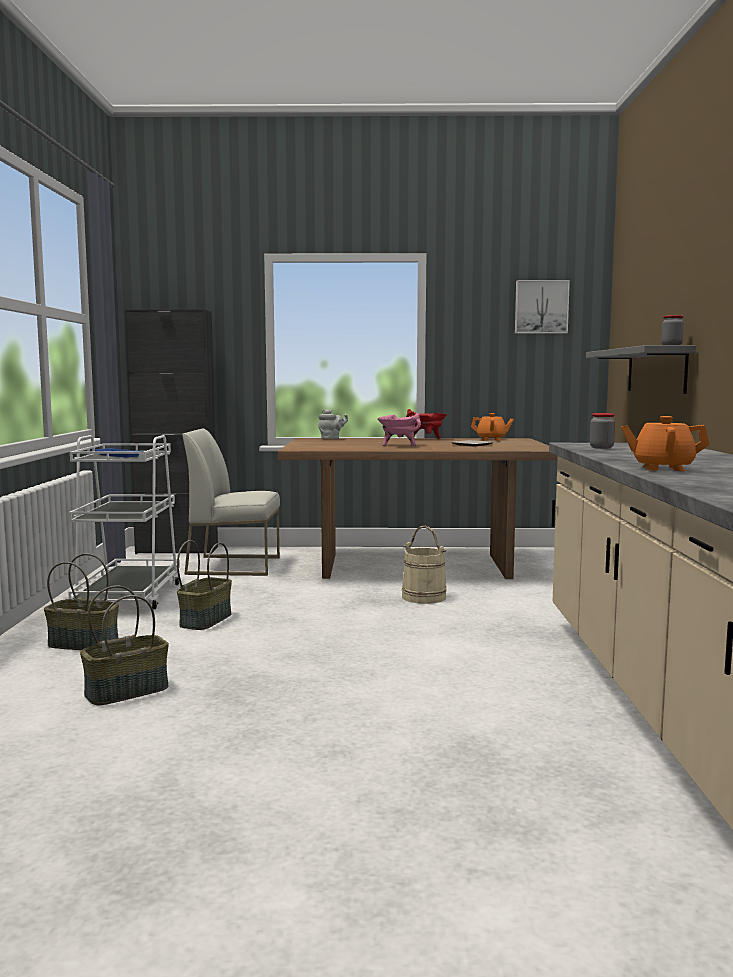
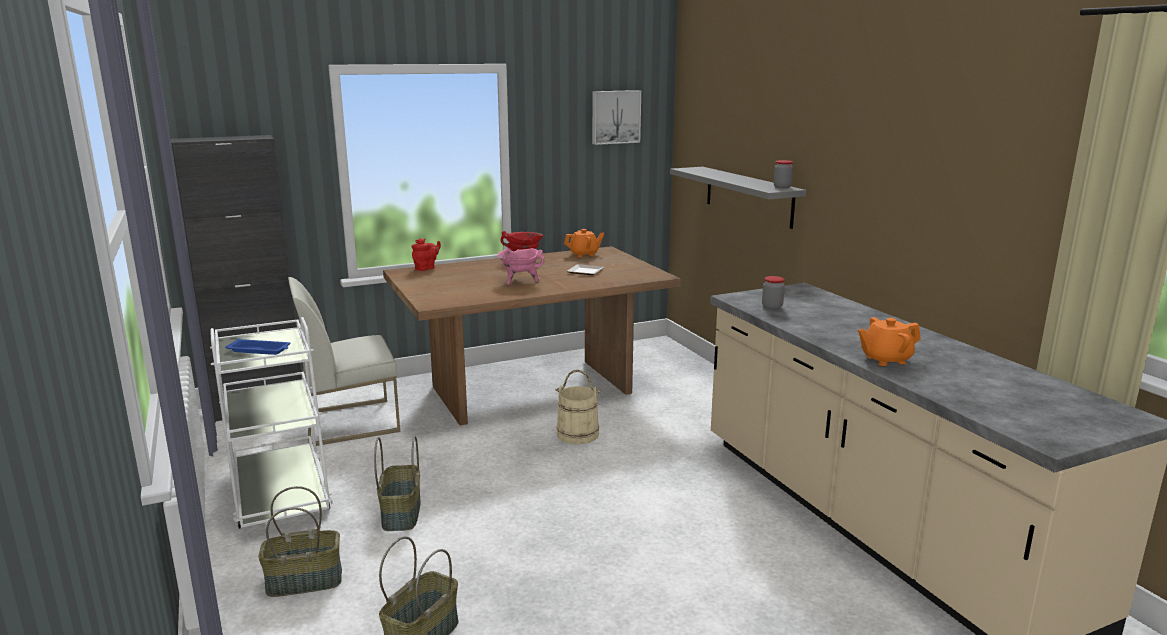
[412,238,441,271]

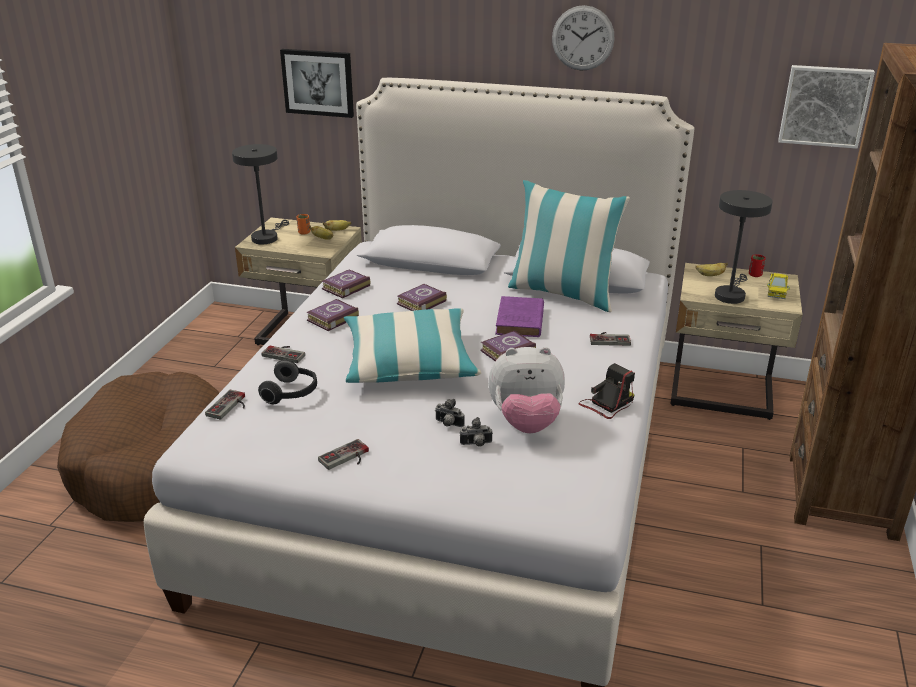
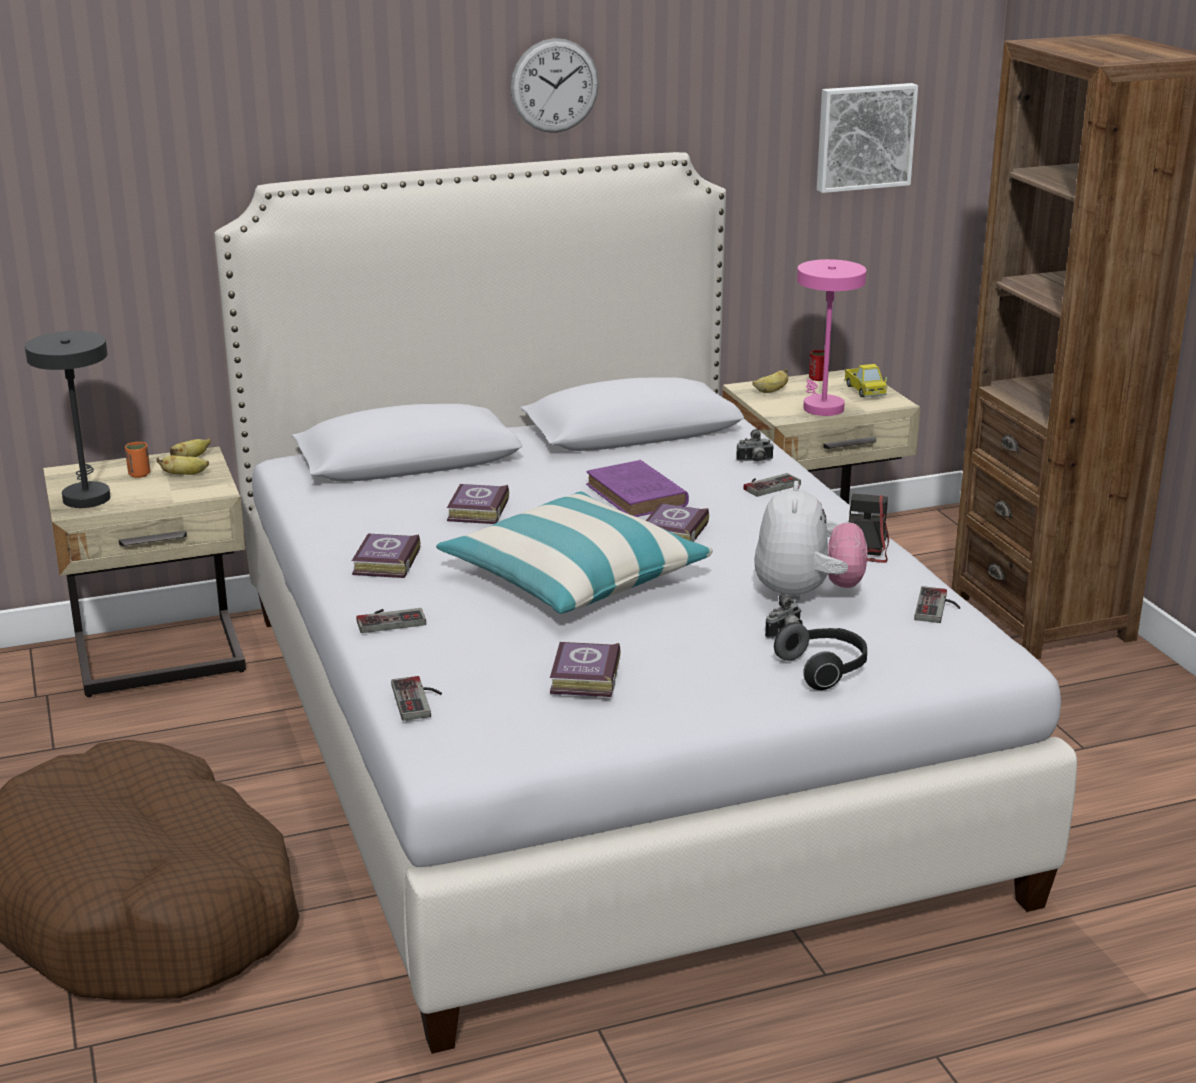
[550,642,621,697]
[736,429,774,462]
[754,481,867,604]
[774,622,867,690]
[797,259,867,416]
[914,586,961,623]
[280,49,354,118] (first image)
[508,180,630,312] (first image)

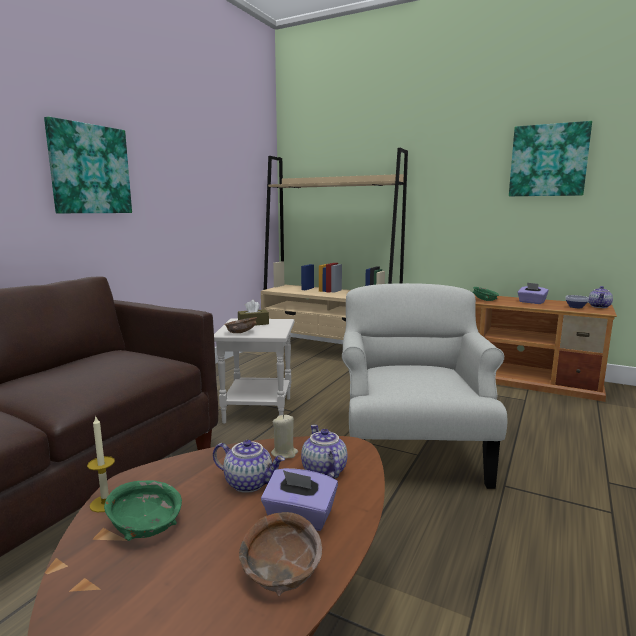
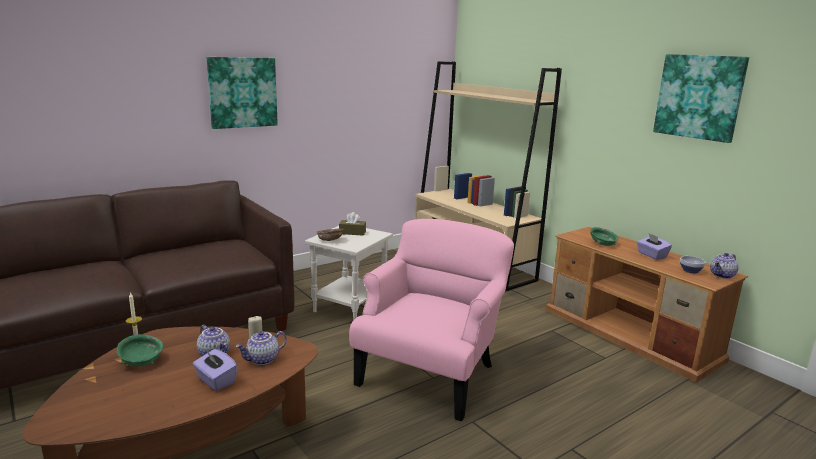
[235,331,287,365]
[349,219,514,422]
[239,512,322,596] (first image)

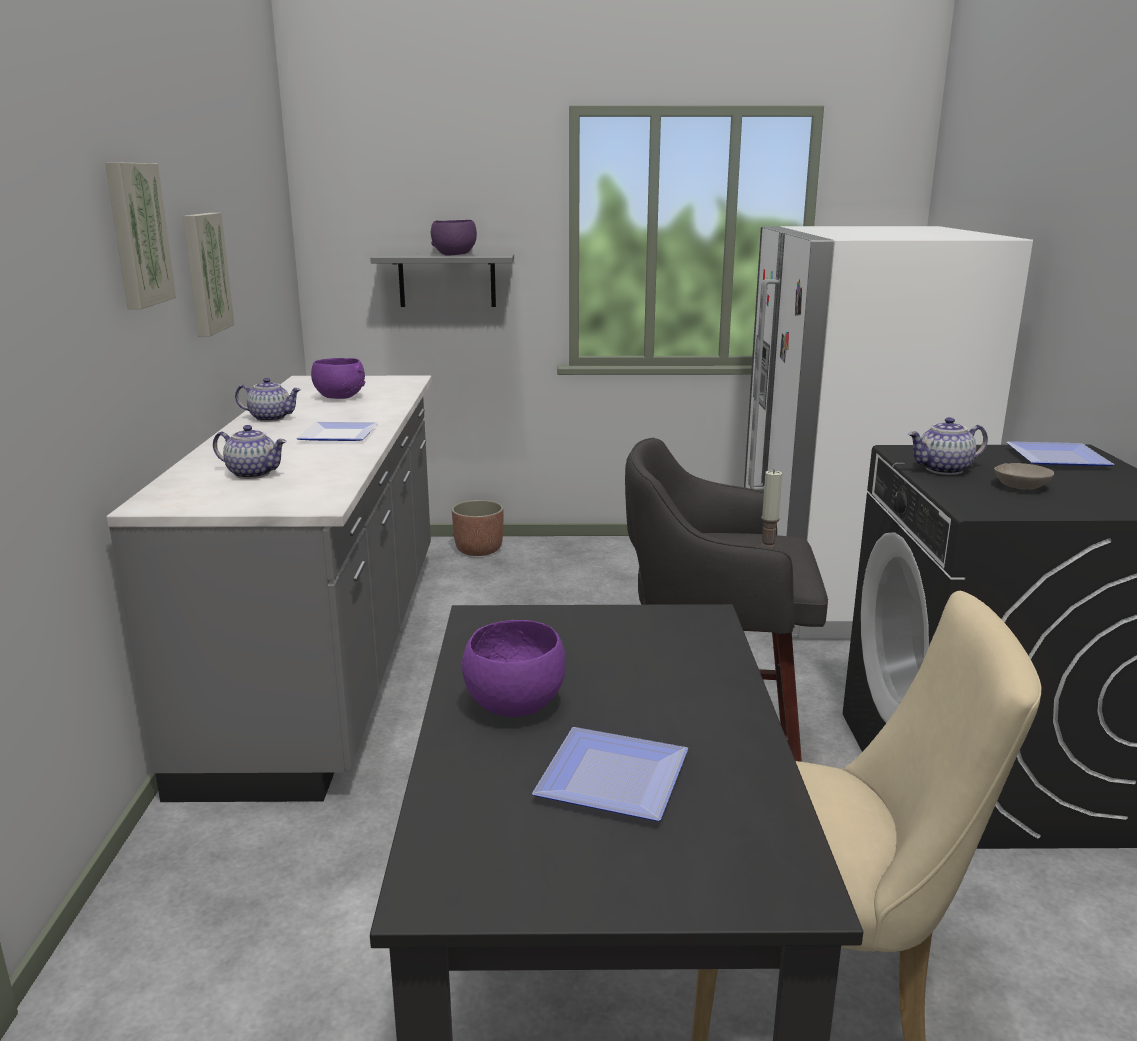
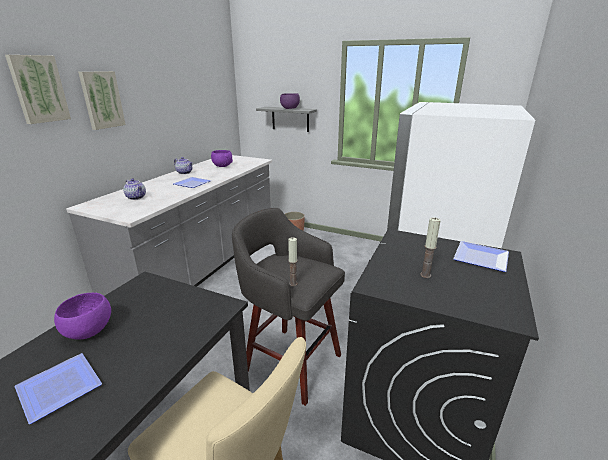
[5,55,71,124]
[420,217,441,278]
[908,417,988,475] (first image)

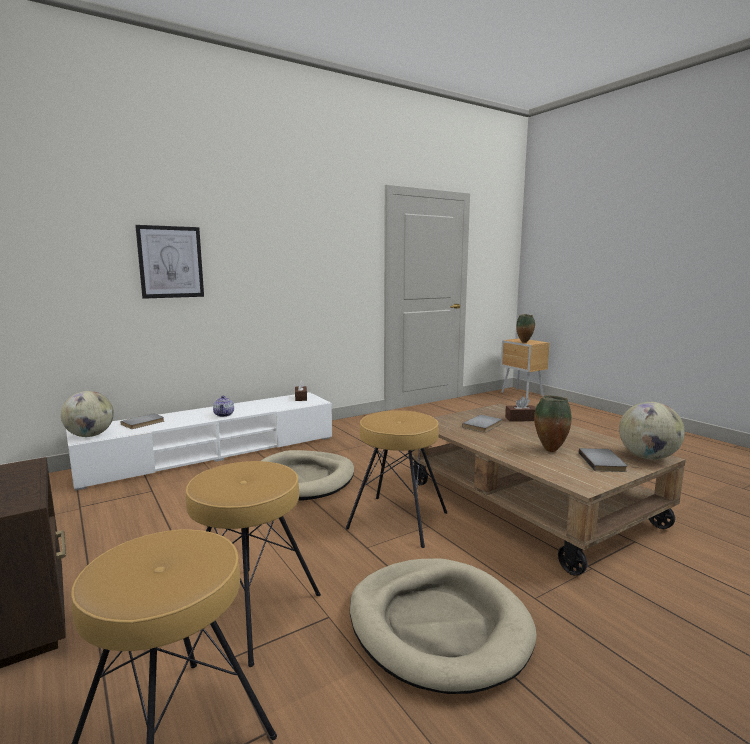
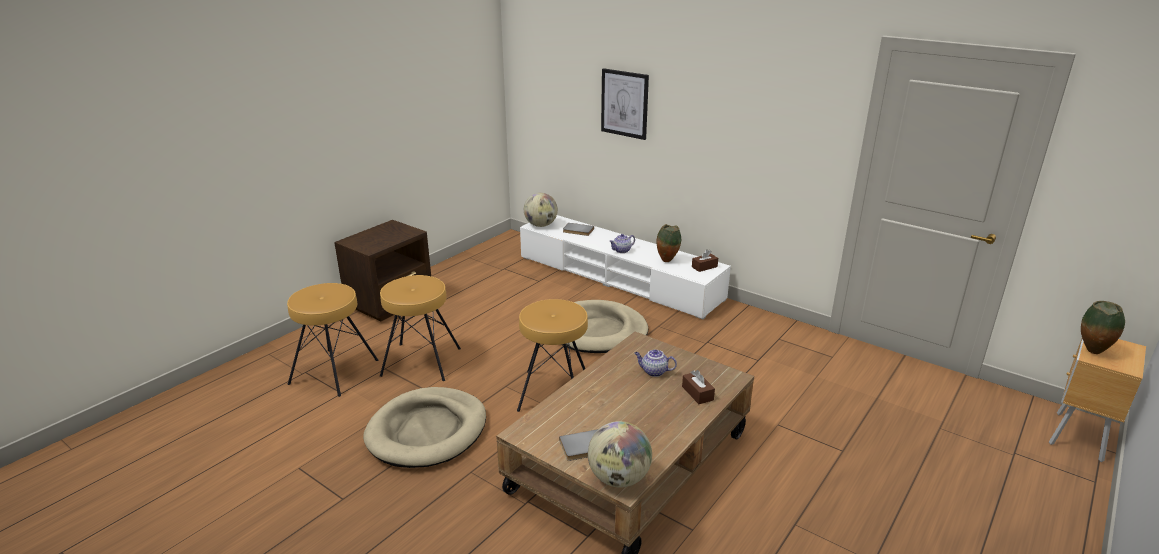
[634,350,677,377]
[657,224,681,262]

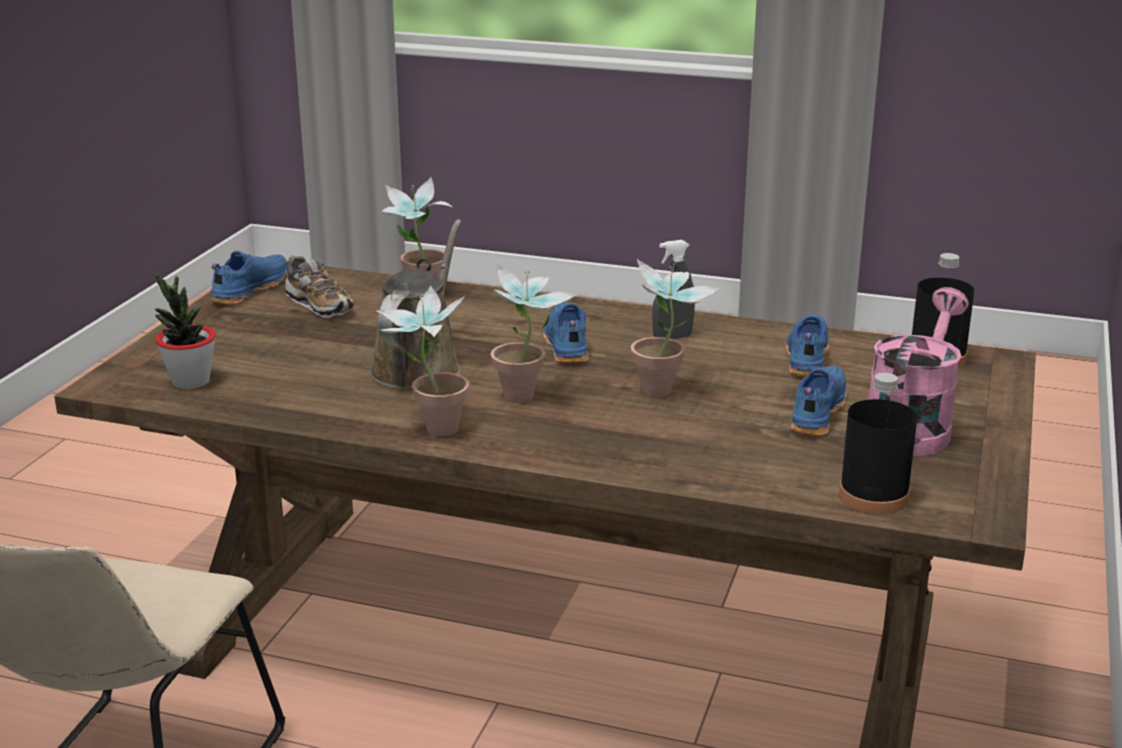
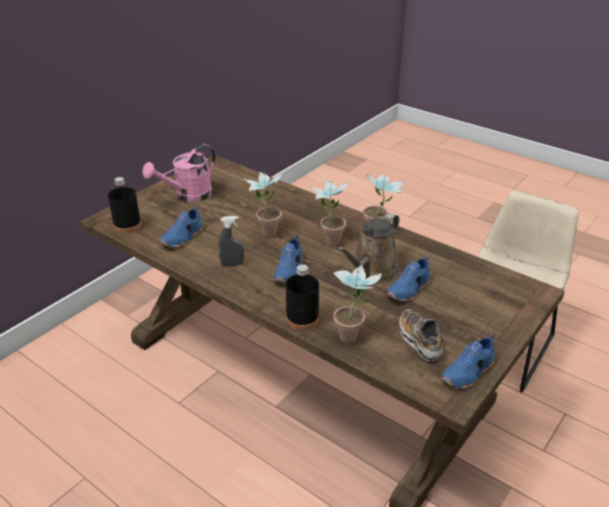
[286,264,319,330]
[387,255,430,302]
[155,273,216,389] (first image)

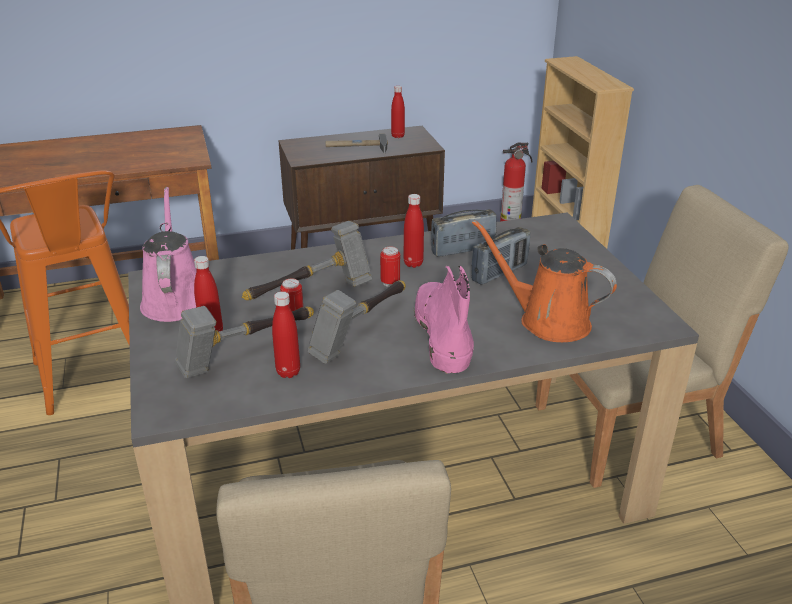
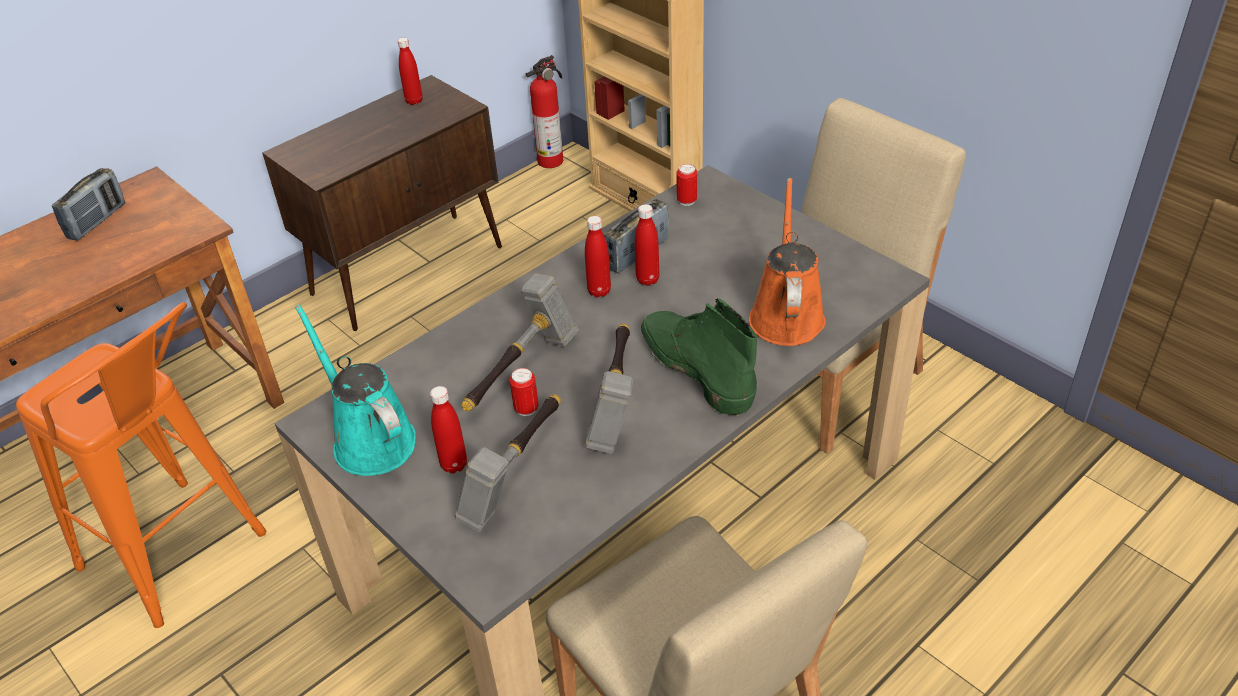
[52,168,125,241]
[295,305,416,476]
[635,204,659,286]
[641,298,757,416]
[676,164,697,206]
[749,178,826,346]
[325,133,388,153] (first image)

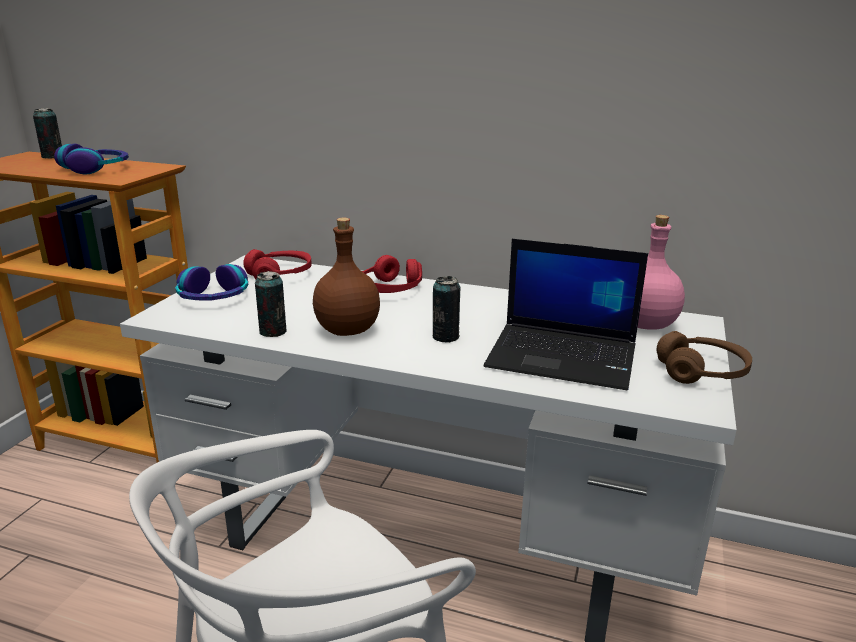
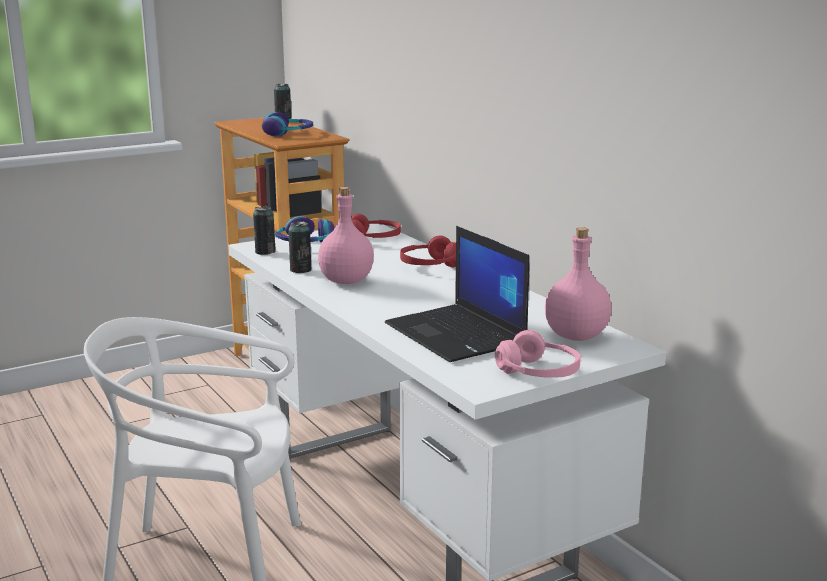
[253,206,276,255]
[318,187,374,284]
[495,330,581,378]

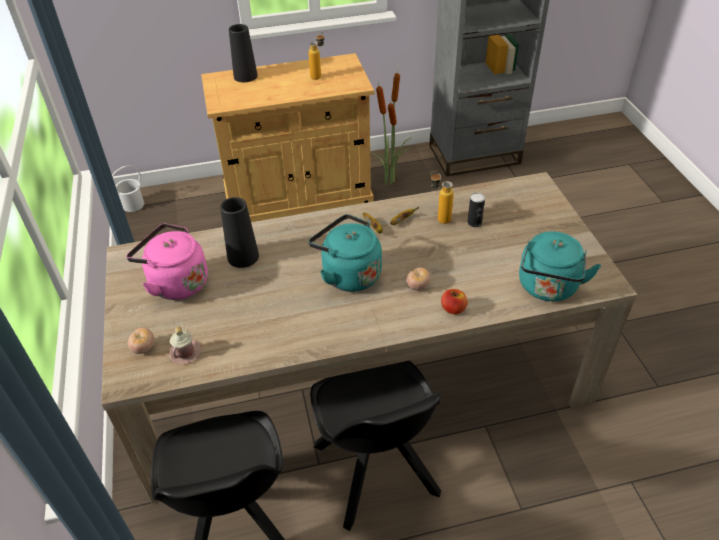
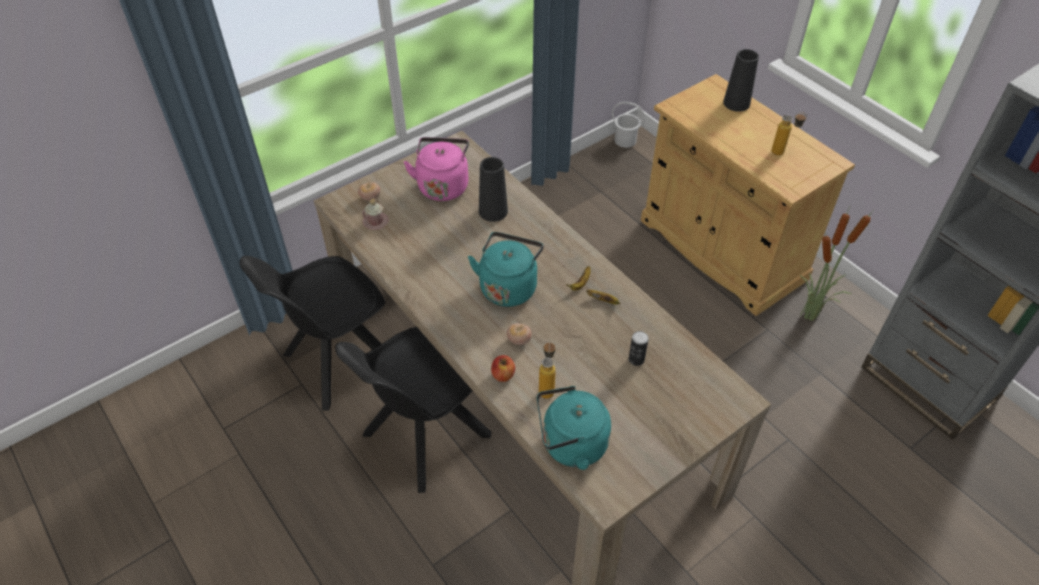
[539,340,556,399]

